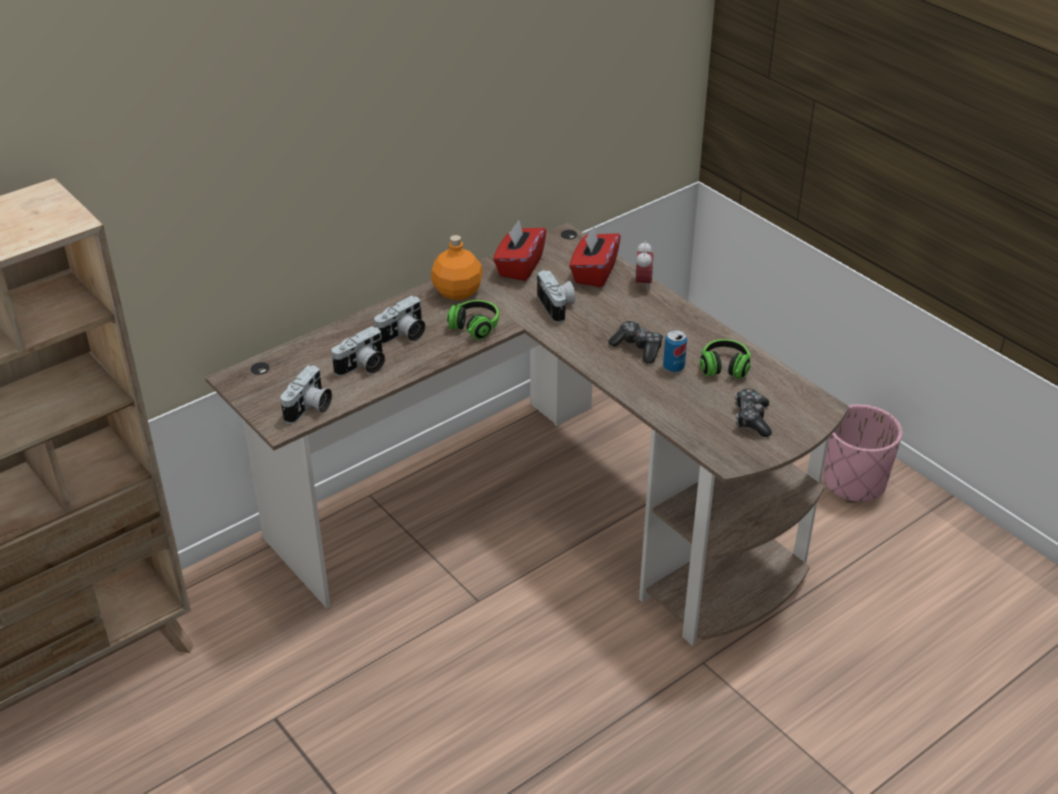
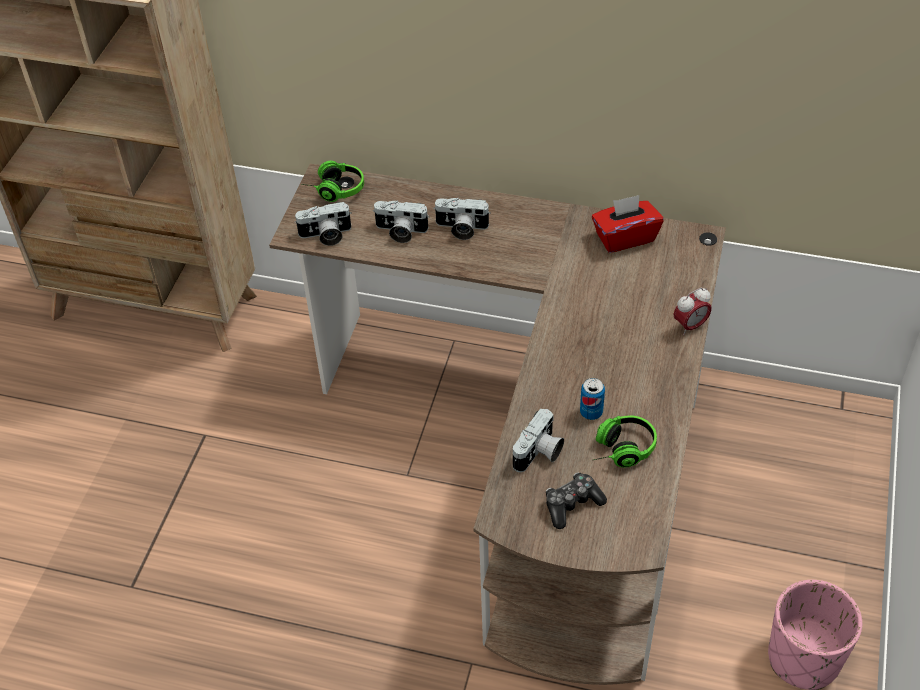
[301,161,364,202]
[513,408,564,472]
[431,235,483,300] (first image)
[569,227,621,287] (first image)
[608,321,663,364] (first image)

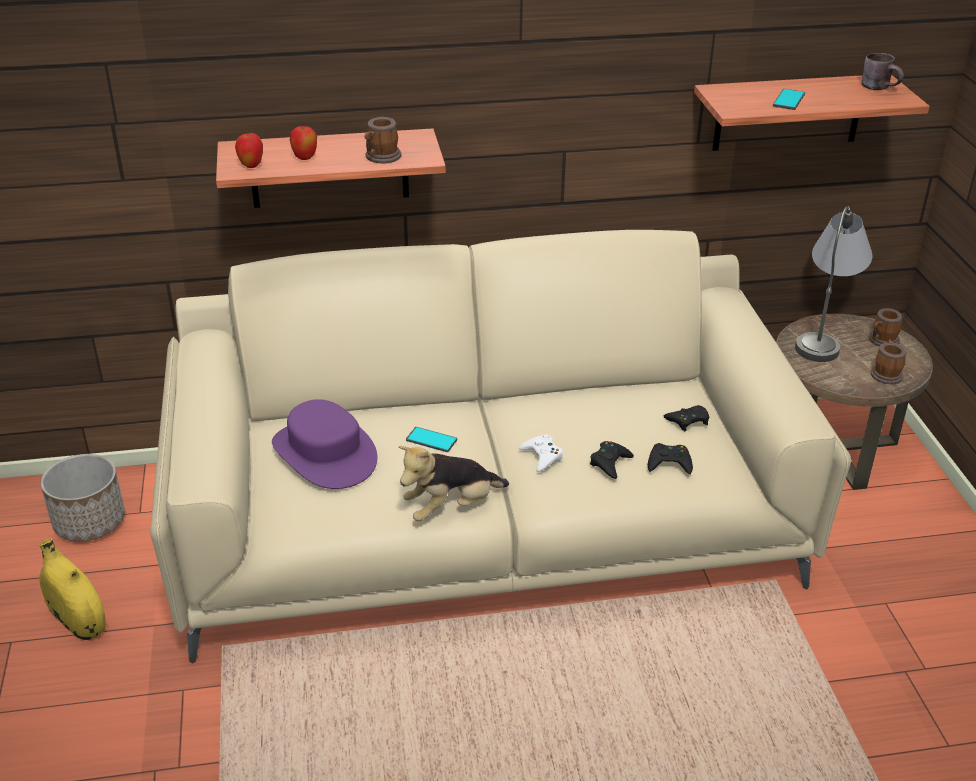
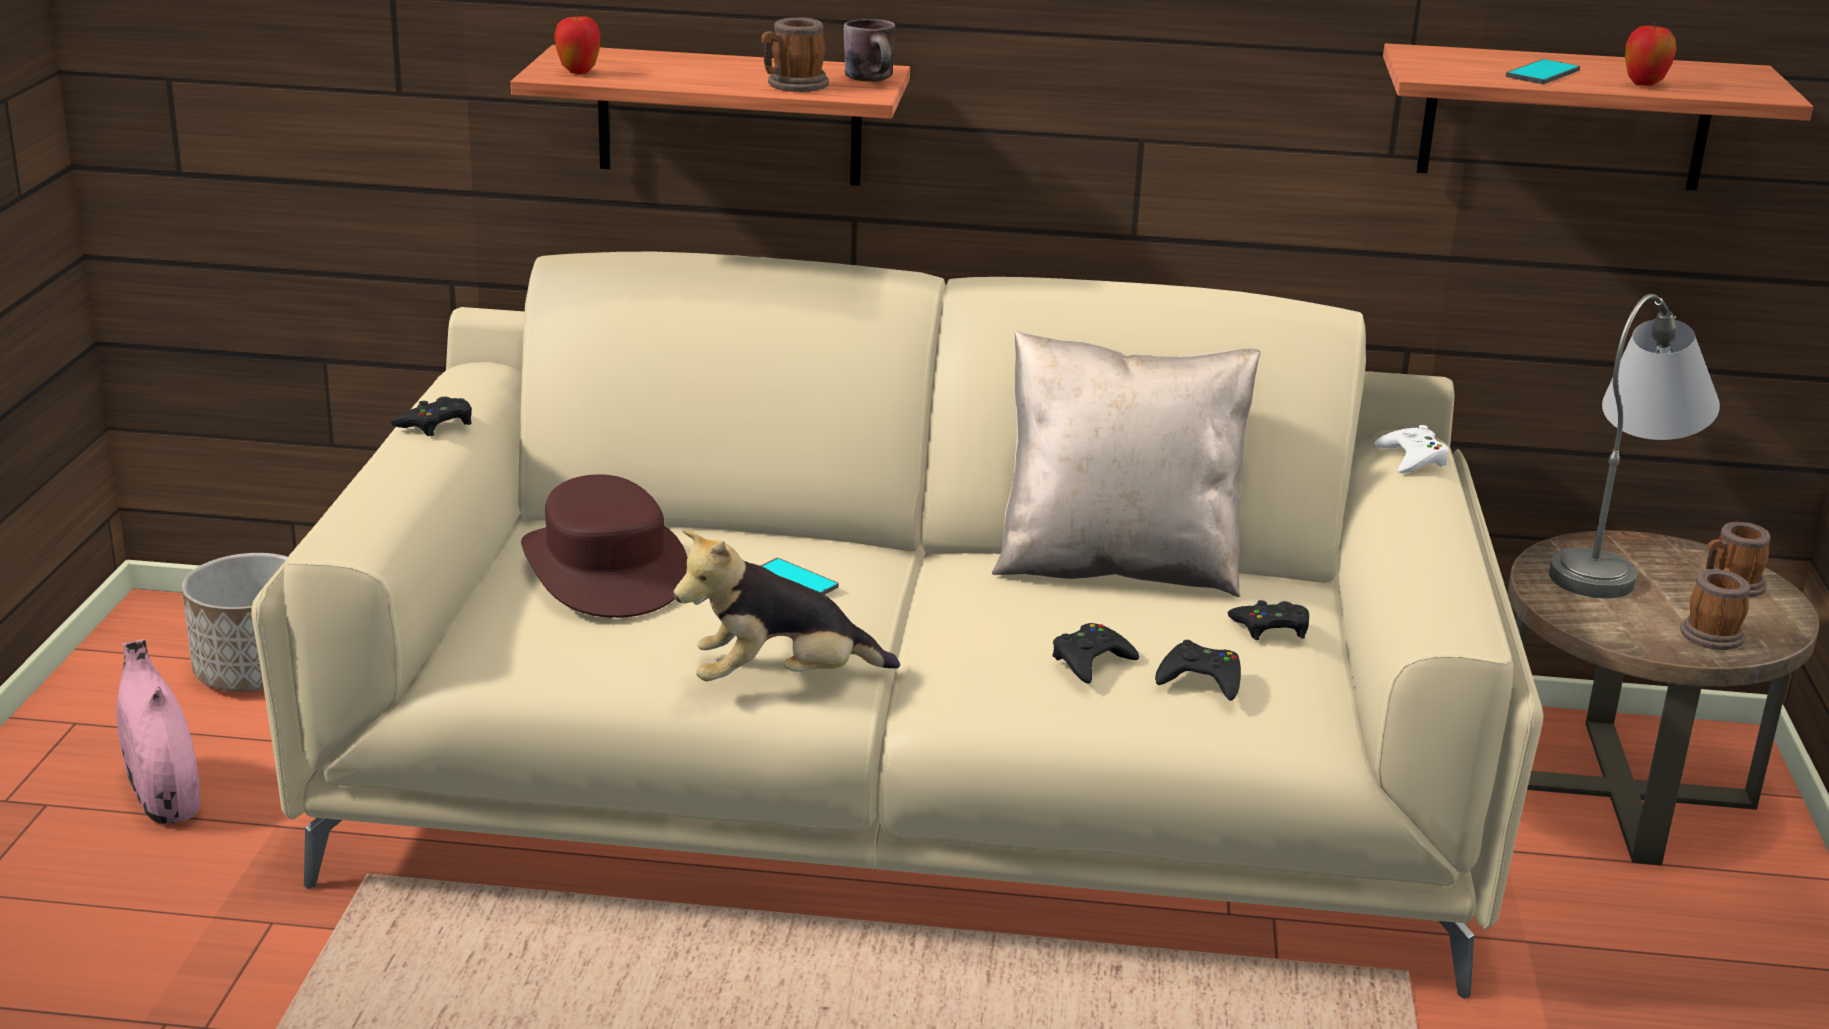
[116,639,200,824]
[391,397,472,436]
[521,474,687,618]
[844,19,896,82]
[992,331,1261,597]
[1374,425,1449,473]
[1625,22,1677,86]

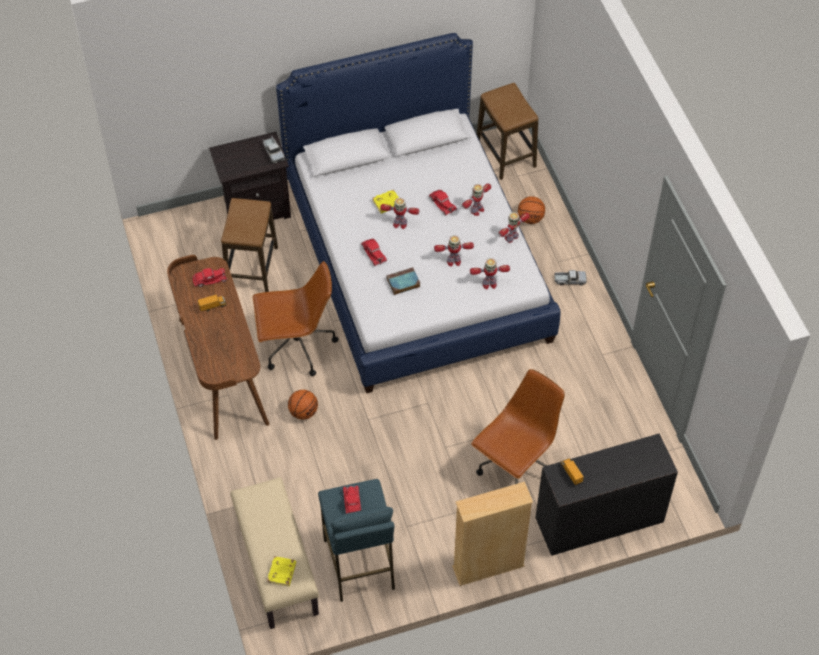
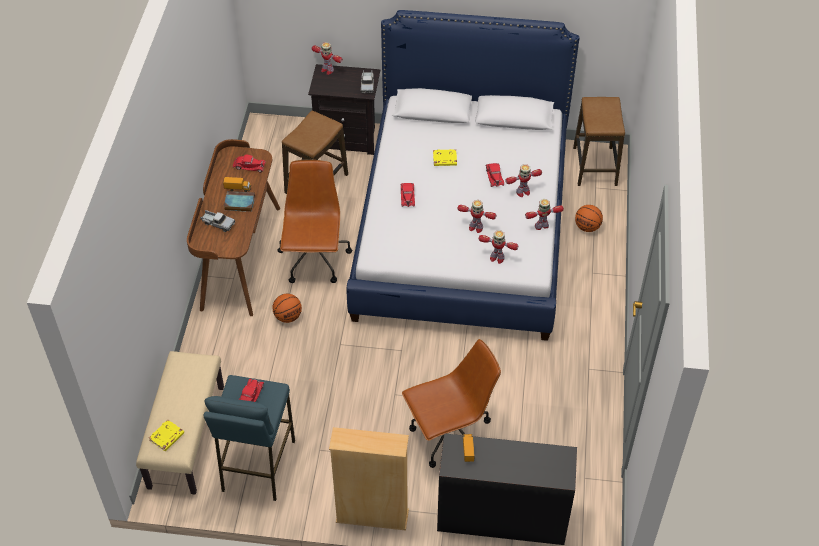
[200,210,235,232]
[224,191,255,212]
[277,160,352,283]
[312,42,343,75]

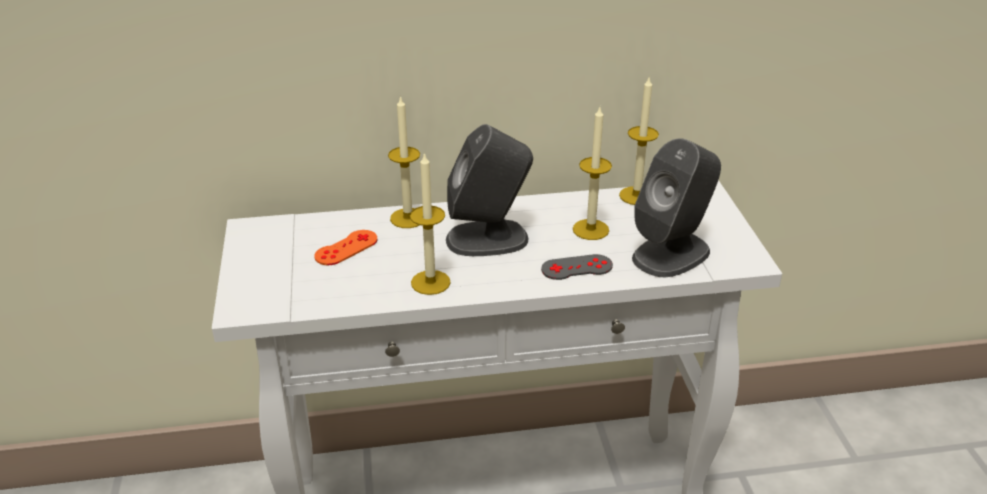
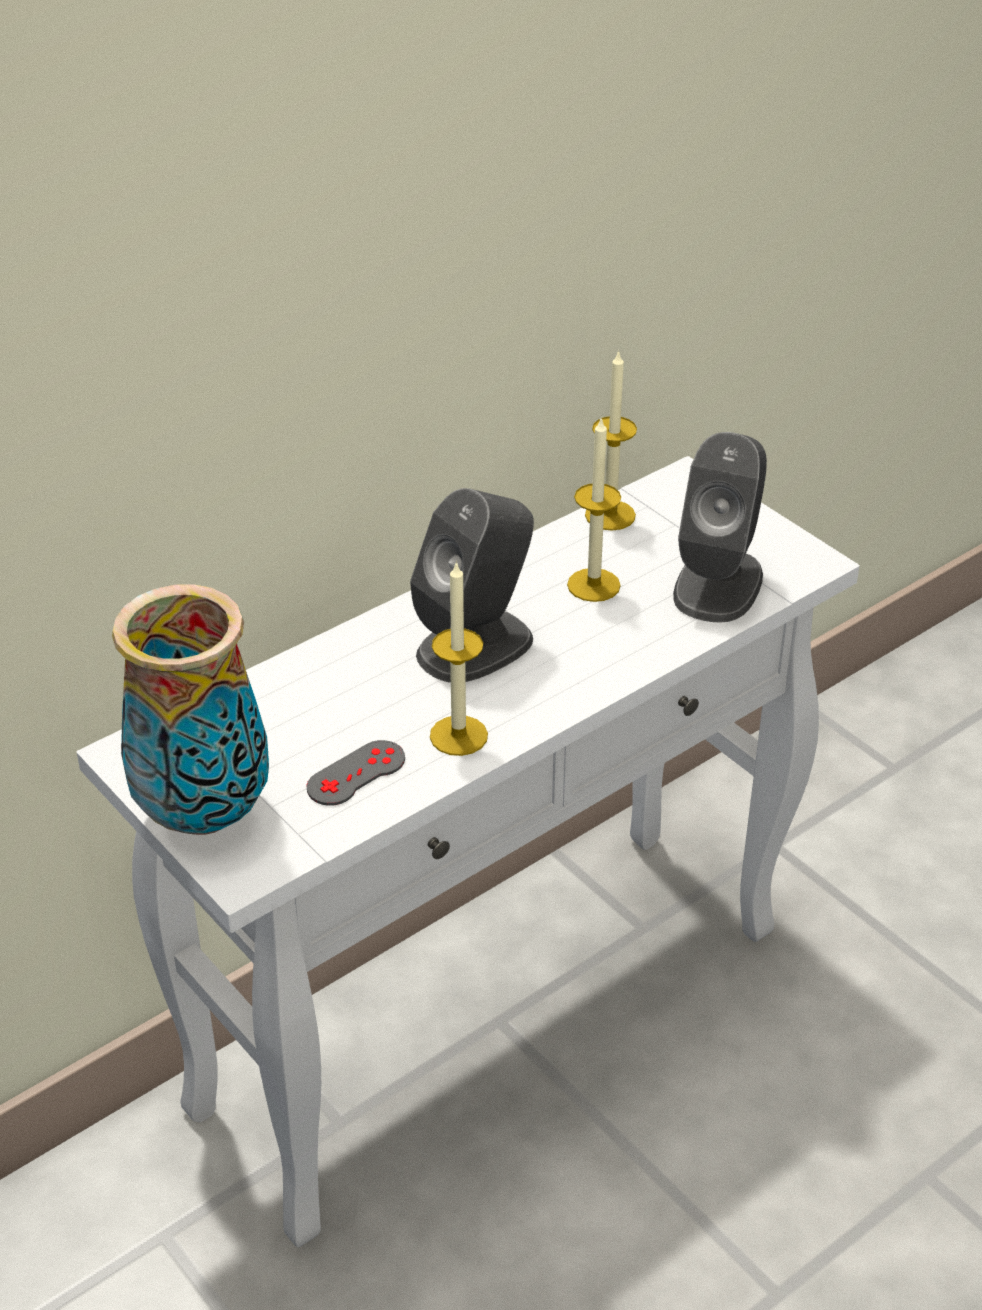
[112,584,269,835]
[306,740,405,806]
[314,230,378,265] (first image)
[388,95,420,228] (first image)

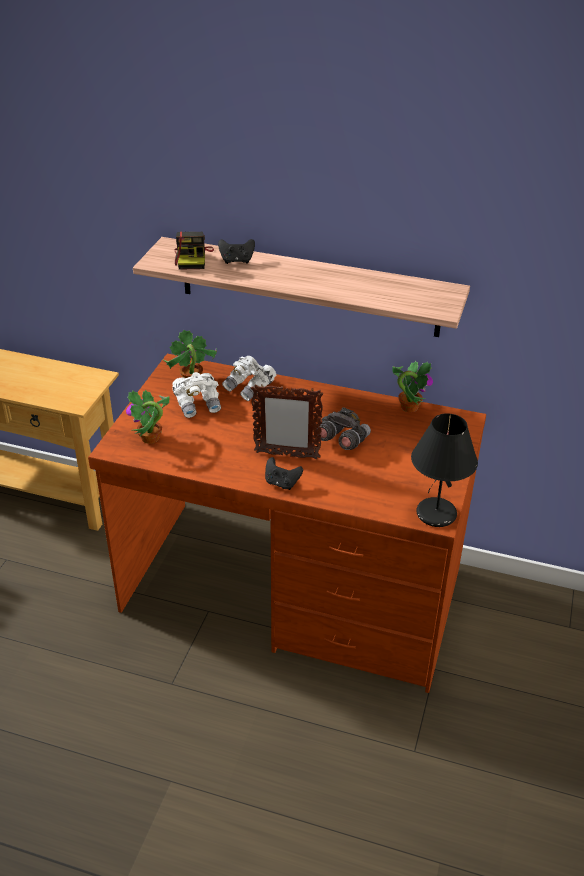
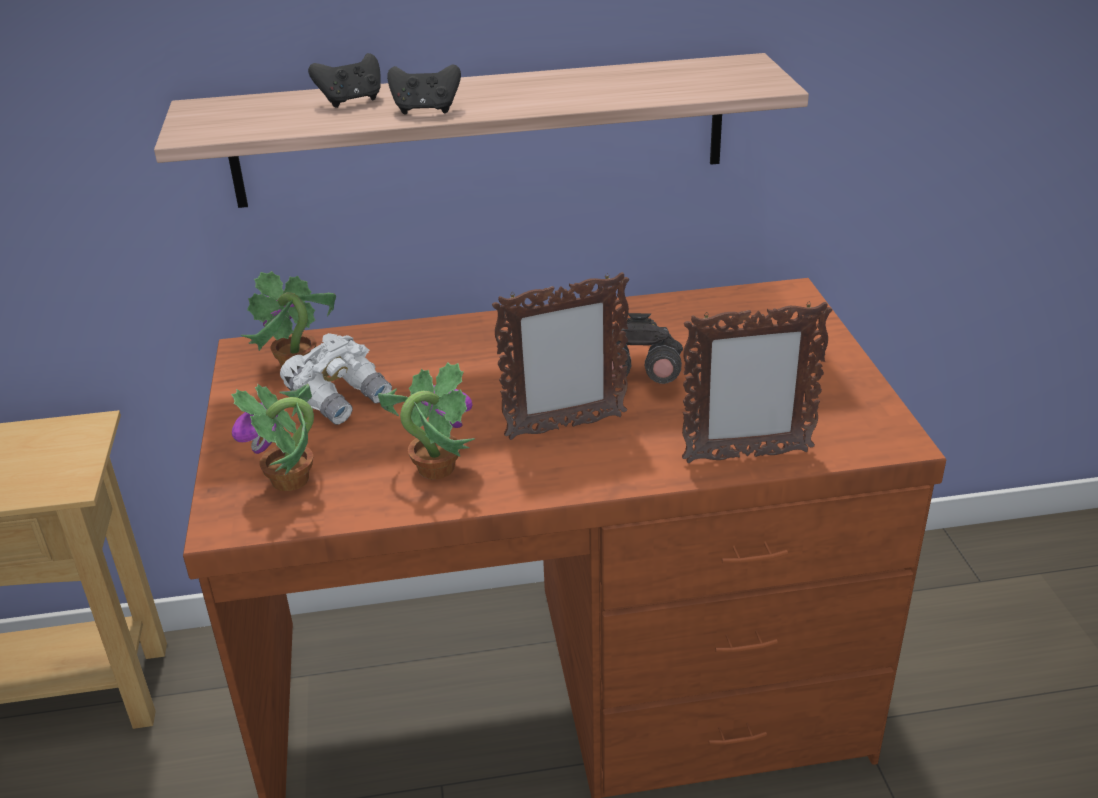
[378,363,476,479]
[387,64,461,115]
[682,301,832,463]
[175,231,214,270] (first image)
[222,356,276,401] (first image)
[411,413,478,527] (first image)

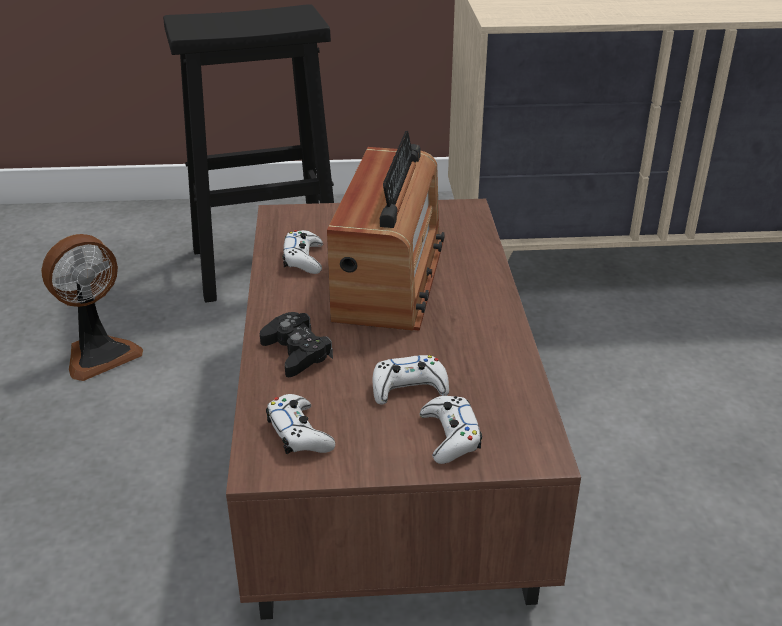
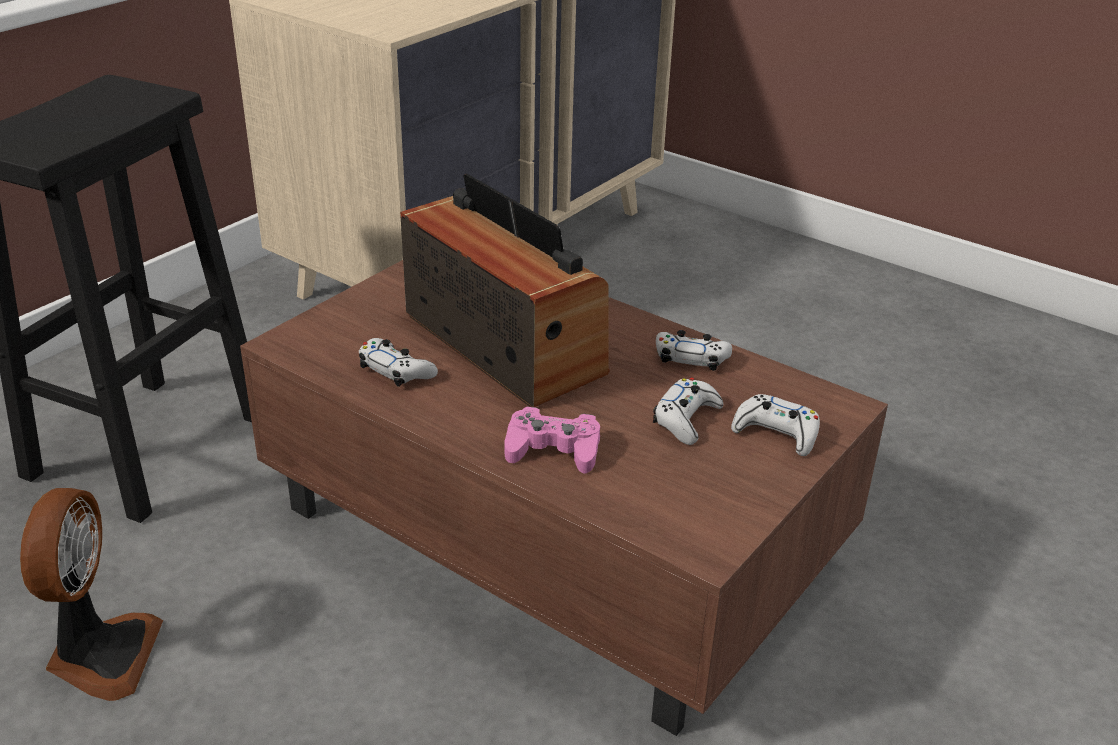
[505,406,600,474]
[656,330,732,371]

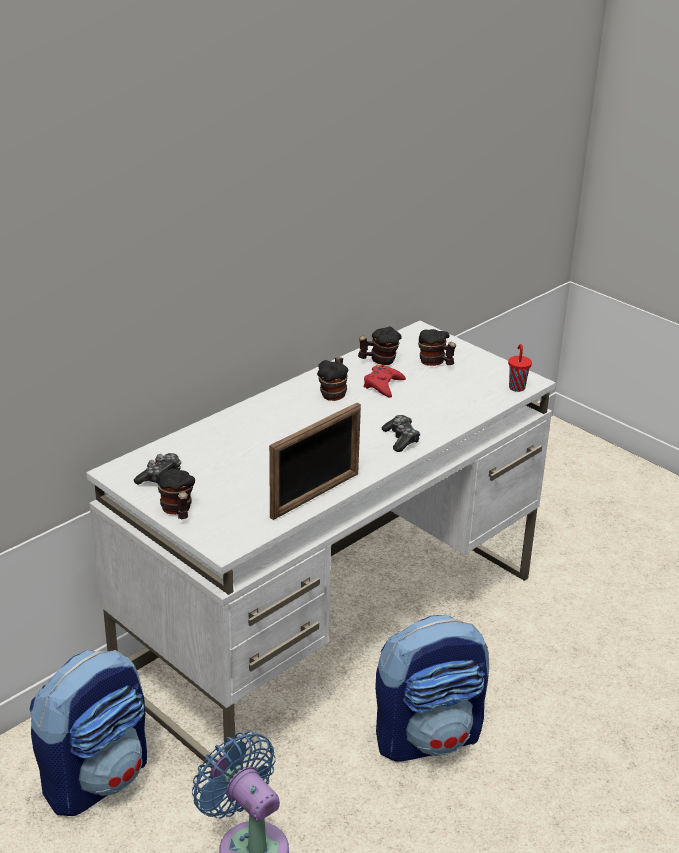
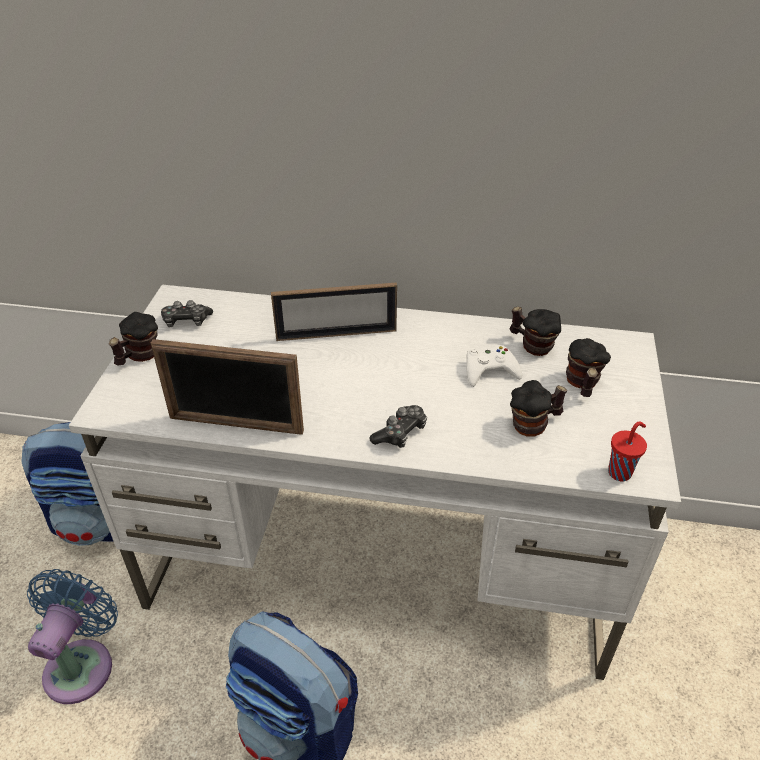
[271,283,397,341]
[466,345,522,387]
[510,380,567,437]

